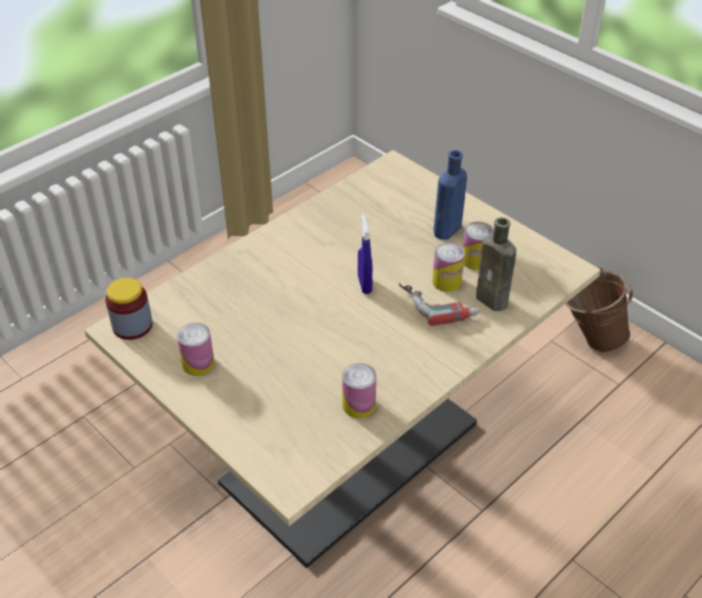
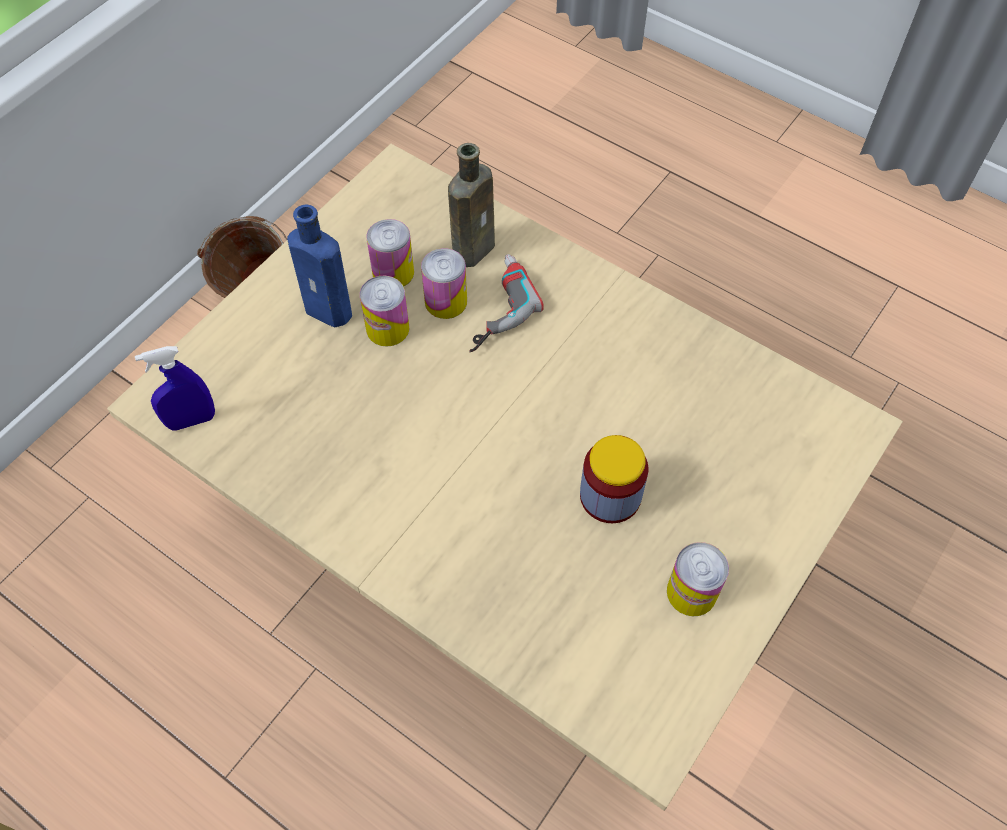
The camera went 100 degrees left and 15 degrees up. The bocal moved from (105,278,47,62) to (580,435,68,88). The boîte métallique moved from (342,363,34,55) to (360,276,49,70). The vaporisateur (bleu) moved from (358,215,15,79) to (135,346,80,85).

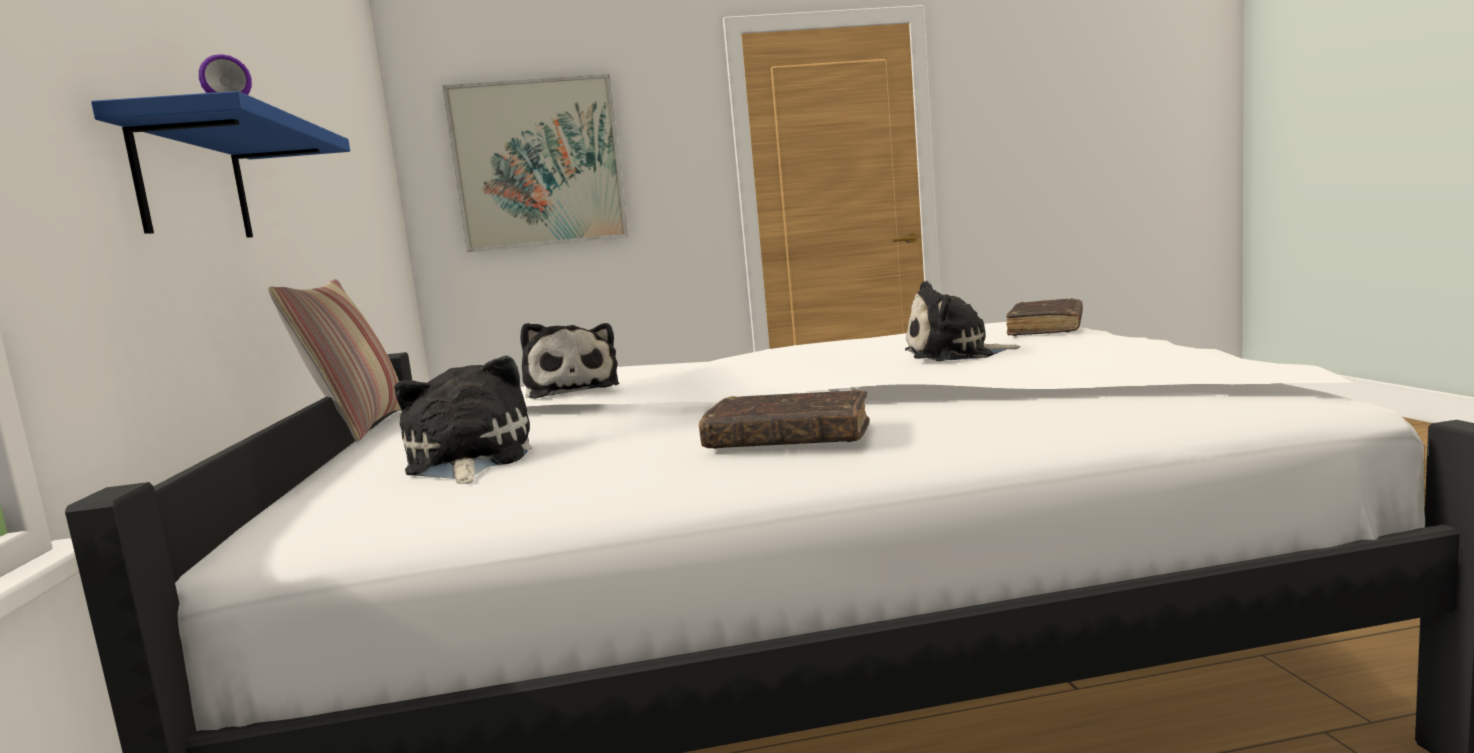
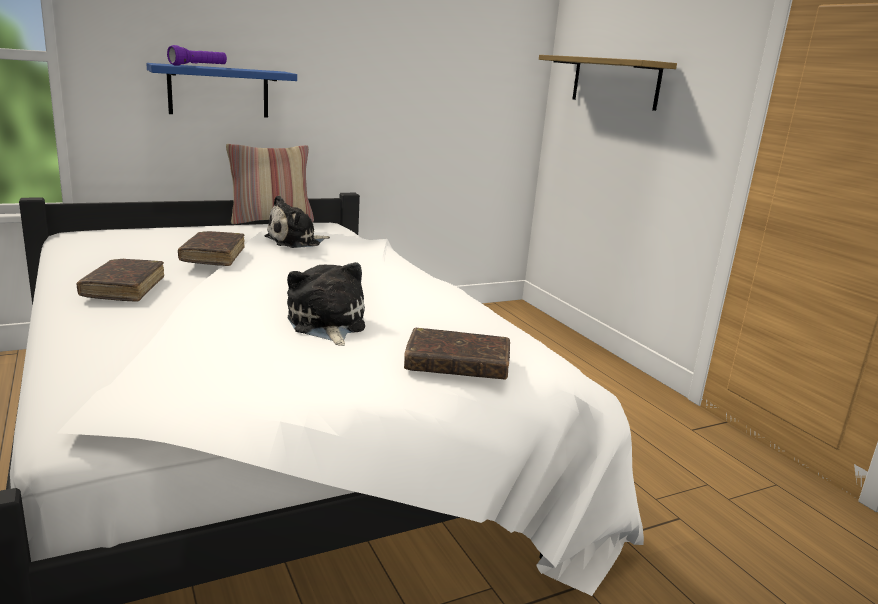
The camera went 70 degrees right and 10 degrees up. The peluche at (395,355,137,129) disappeared. The livre (marron) at (178,231,67,35) appeared. The tableau at (442,74,187,178) was replaced by the étagère at (539,55,138,56).

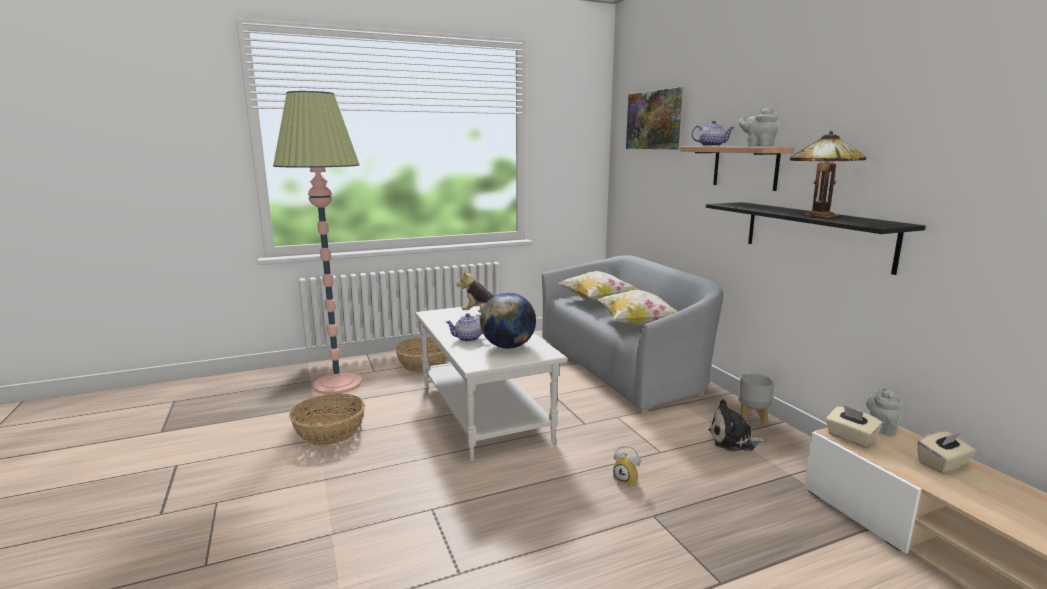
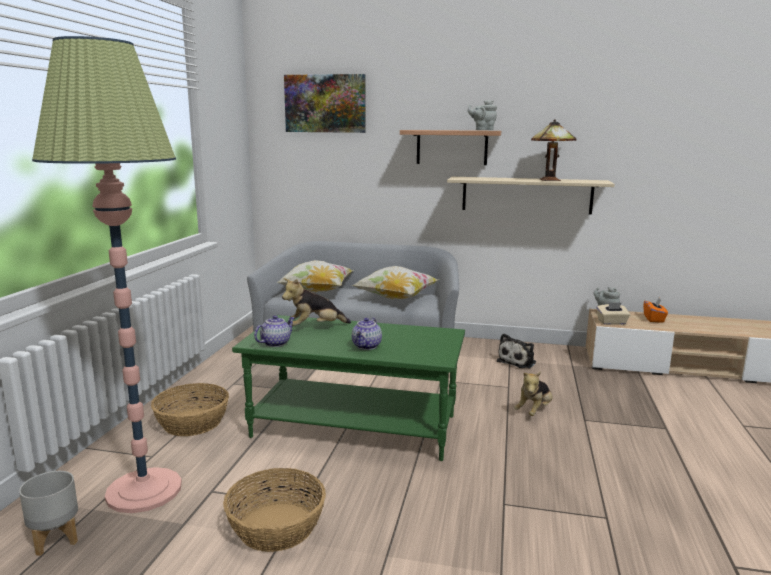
The camera went 55 degrees left and 0 degrees up. The globe at (480,292,56,57) disappeared. The théière moved from (691,121,44,25) to (254,315,41,32). The cache-pot (gris) moved from (738,374,36,52) to (19,471,59,85). The réveil at (613,445,27,42) was replaced by the peluche at (514,371,38,45). The table basse (blanc) at (415,305,152,156) became the table basse (vert) at (232,315,233,146). The étagère (noir) at (706,202,220,73) became the étagère (beige) at (447,177,168,38). The boîte à mouchoirs (beige) at (917,431,58,42) became the boîte à mouchoirs (orange) at (644,298,24,25).

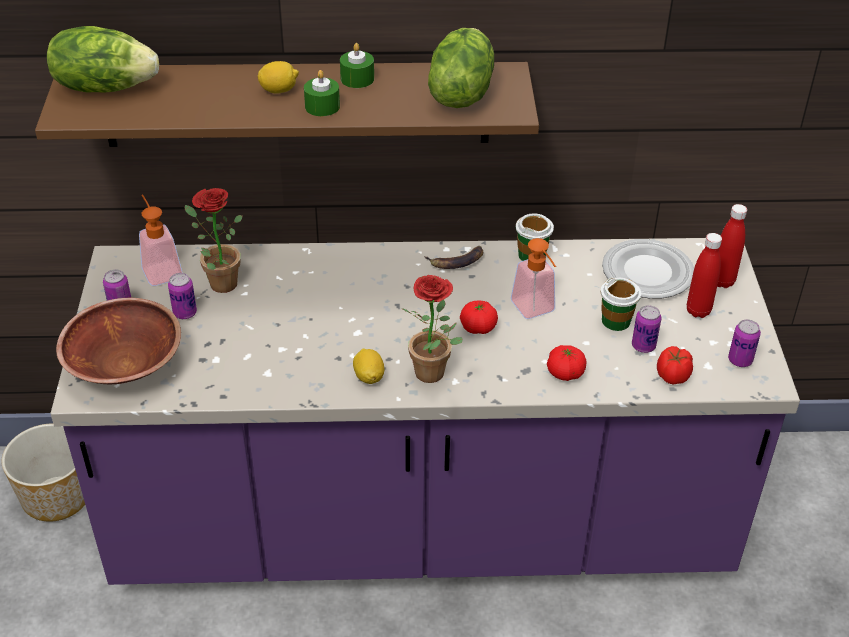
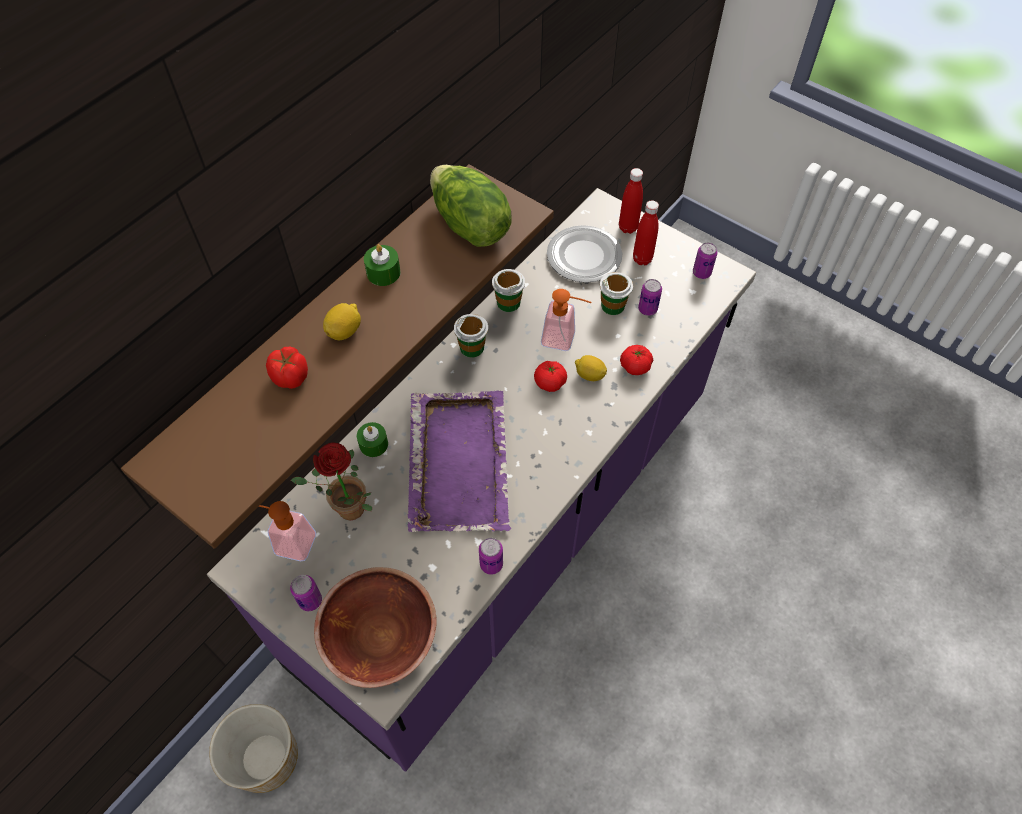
The camera went 50 degrees left and 15 degrees up. The laitue at (46,26,113,66) disappeared. The plante en pot at (401,275,62,108) disappeared. The plateau (violet) at (408,391,103,141) appeared. The boîte métallique moved from (168,273,29,46) to (479,538,24,36). The bougie (vert) moved from (304,70,36,46) to (357,422,31,35). The citron moved from (353,348,31,36) to (575,355,32,26). The tomate moved from (657,346,36,38) to (266,347,42,42). The banane at (424,246,59,23) was replaced by the tasse at (454,314,34,44).

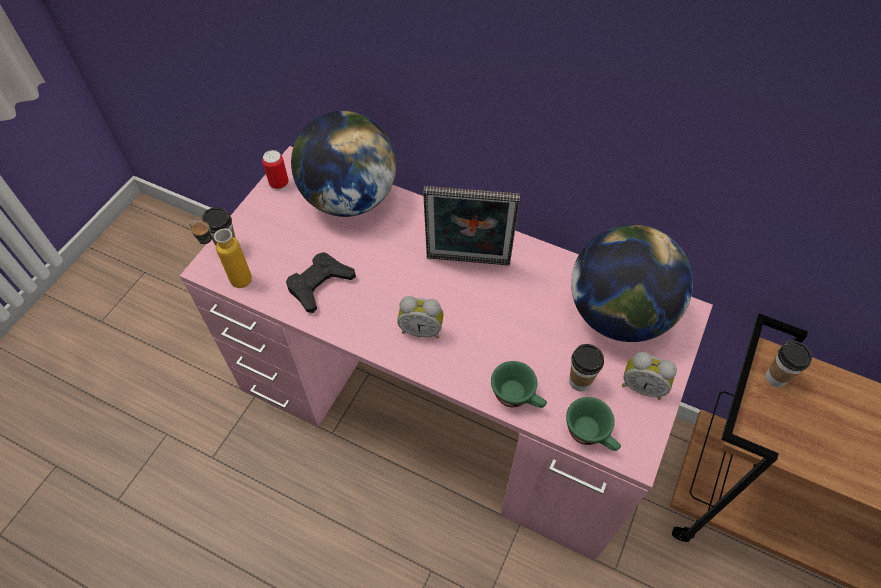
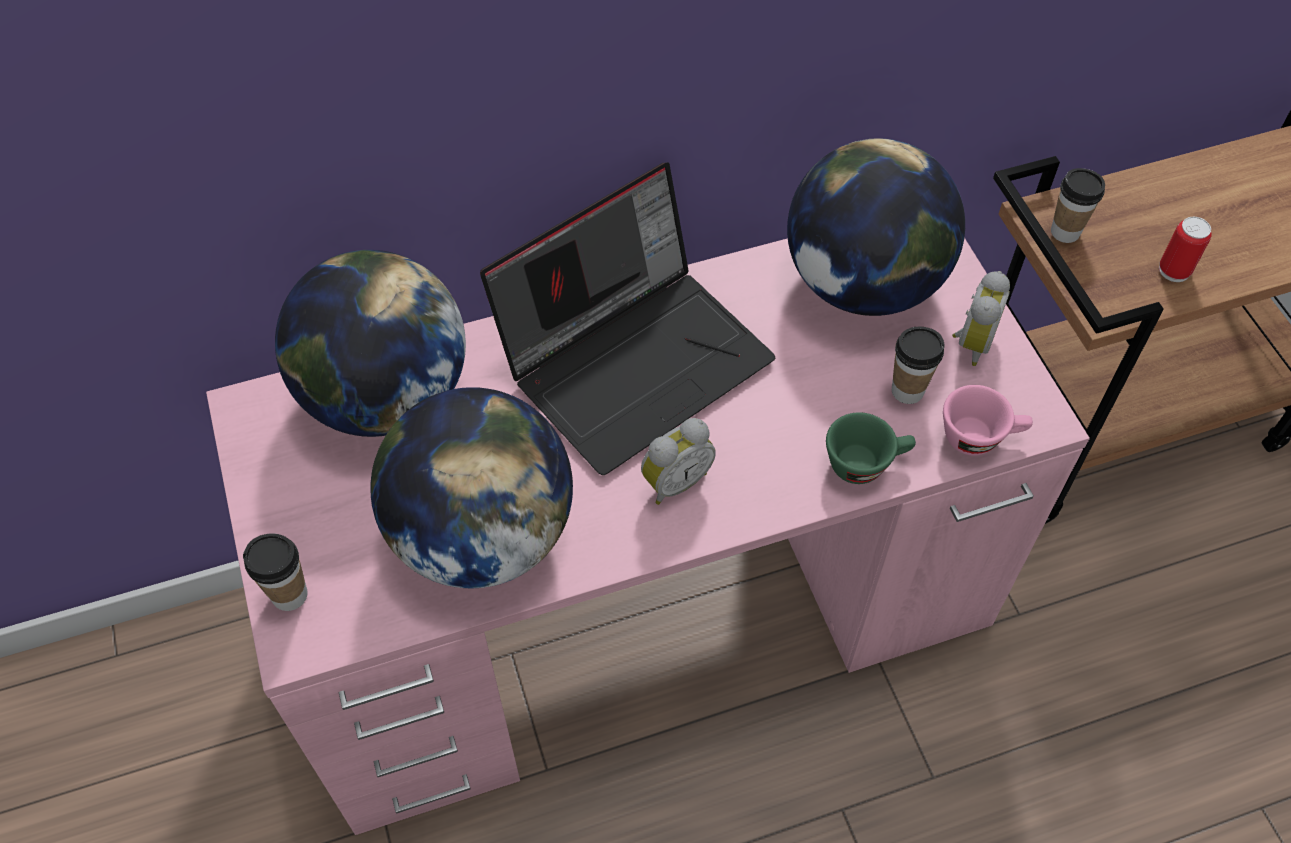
The camera went 45 degrees left and 0 degrees up. The bouteille at (190,221,62,67) disappeared. The boîte métallique moved from (262,150,27,41) to (1159,217,53,65). The manette (noir) at (286,252,70,61) was replaced by the globe at (370,387,203,201). The cadre photo at (423,186,97,79) was replaced by the ordinateur portable at (480,162,295,313). The tasse (vert) at (566,397,55,54) became the tasse (rose) at (943,385,90,71). The réveil at (622,352,55,48) turned 45 degrees counterclockwise.

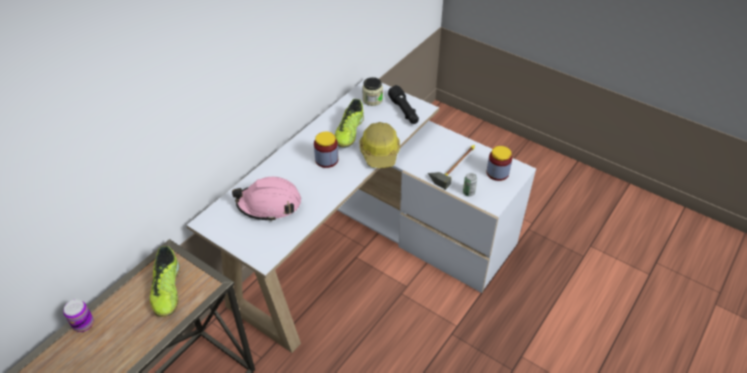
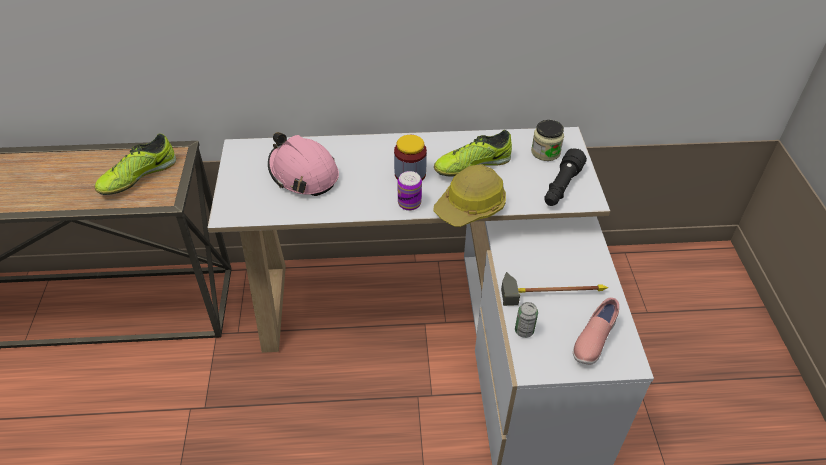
The camera went 50 degrees right and 0 degrees up. The boîte métallique moved from (63,299,31,33) to (397,171,25,40). The bocal at (487,146,25,35) was replaced by the chaussure (rose) at (573,297,46,68).

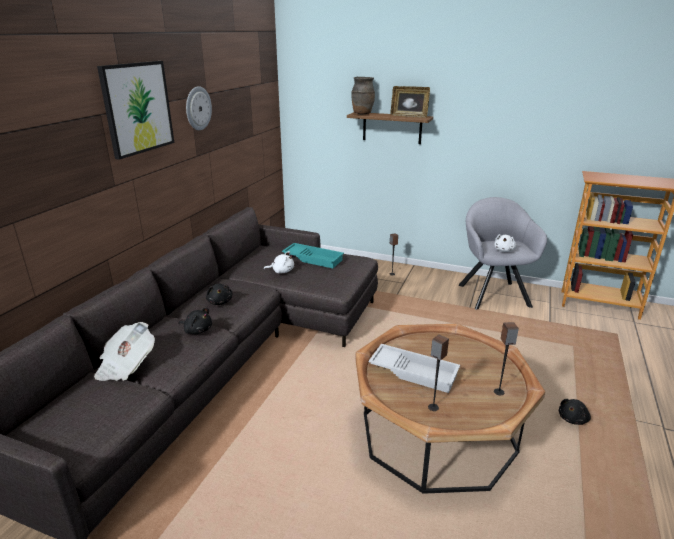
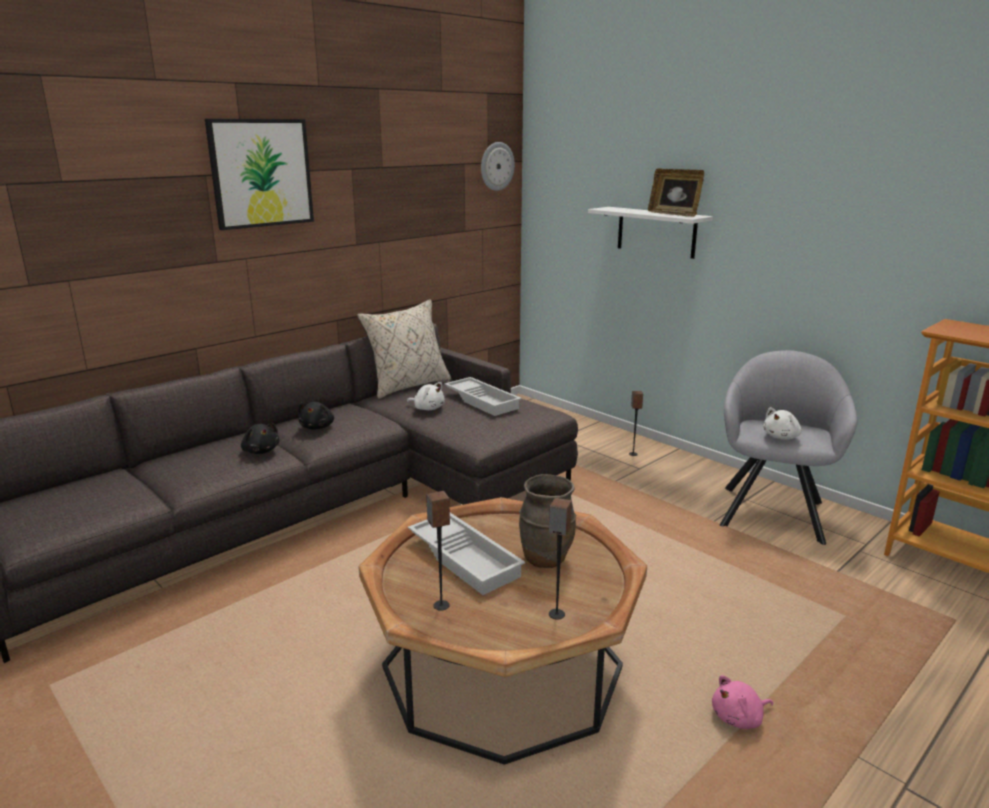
The camera went 25 degrees right and 5 degrees down. The journal at (94,322,61,59) disappeared. The coussin (beige) at (357,299,94,100) appeared. The horloge murale moved from (186,86,26,44) to (481,142,34,49). The vase (marron) moved from (351,77,24,37) to (519,474,57,94). The plateau (turquoise) at (282,243,62,25) became the plateau (blanc) at (444,377,78,39). The étagère (marron) at (347,112,86,32) became the étagère (blanc) at (588,207,125,52). The peluche (noir) at (558,399,33,26) became the peluche (rose) at (712,675,61,54).

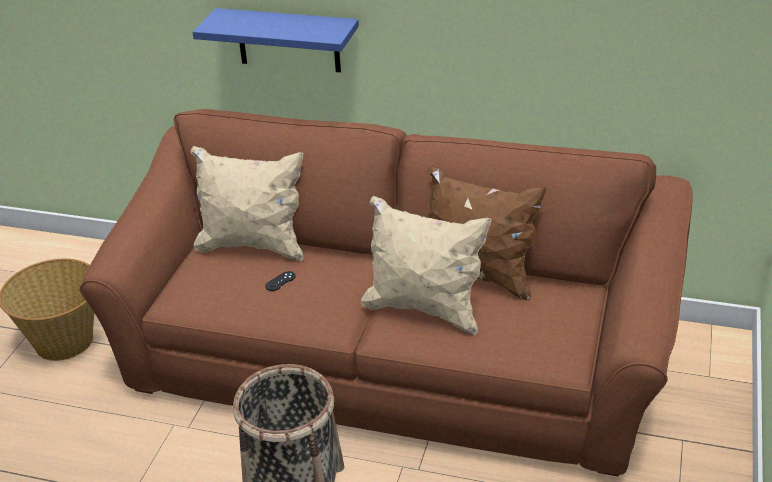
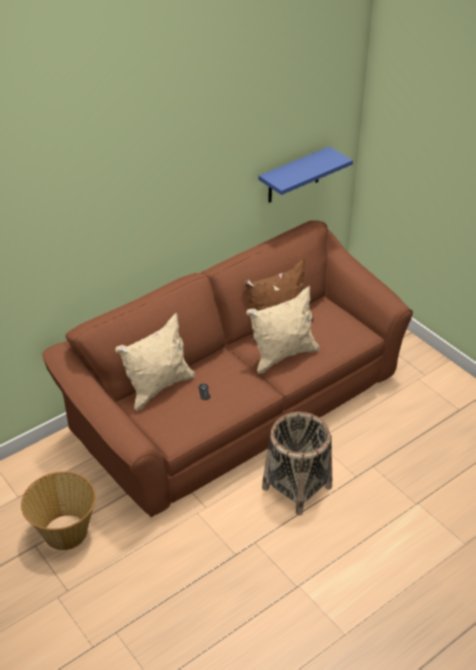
The camera went 55 degrees left and 5 degrees up. The étagère (bleu) moved from (192,8,167,64) to (258,147,95,56).

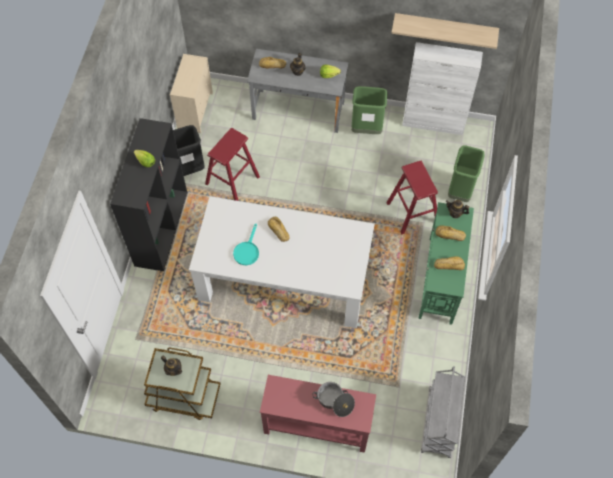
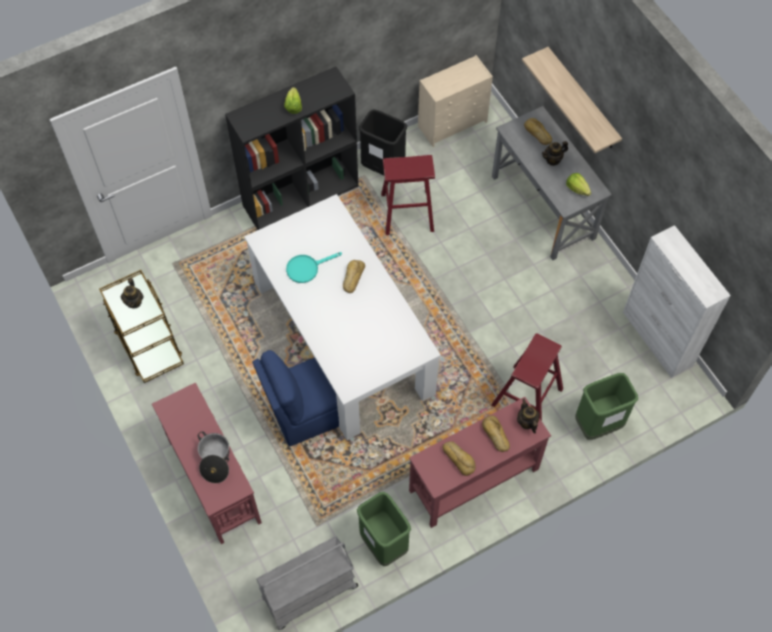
The camera went 50 degrees right and 0 degrees up. The chaise (bleu) at (252,350,87,96) appeared. The poubelle (vert) moved from (351,86,37,48) to (357,492,54,74). The étagère moved from (391,13,108,36) to (522,47,100,106). The table console (vert) at (418,202,56,123) became the table console (rouge) at (409,397,142,131).

